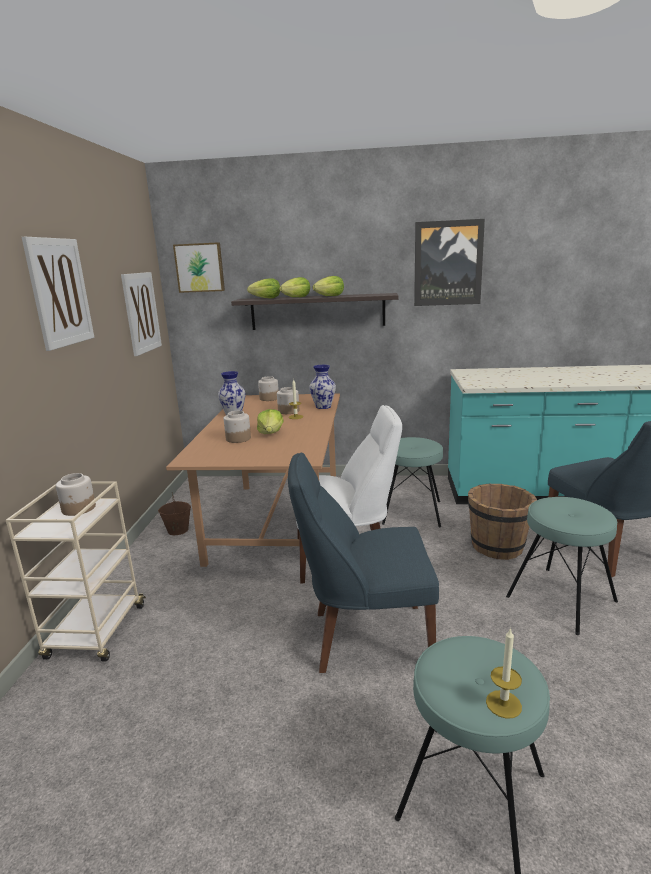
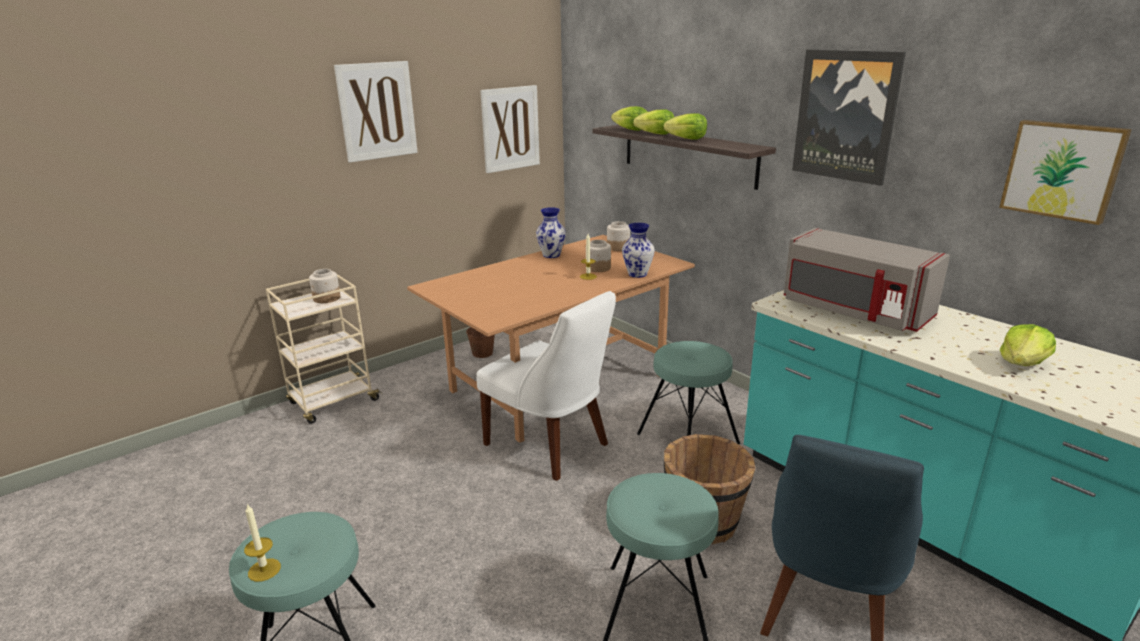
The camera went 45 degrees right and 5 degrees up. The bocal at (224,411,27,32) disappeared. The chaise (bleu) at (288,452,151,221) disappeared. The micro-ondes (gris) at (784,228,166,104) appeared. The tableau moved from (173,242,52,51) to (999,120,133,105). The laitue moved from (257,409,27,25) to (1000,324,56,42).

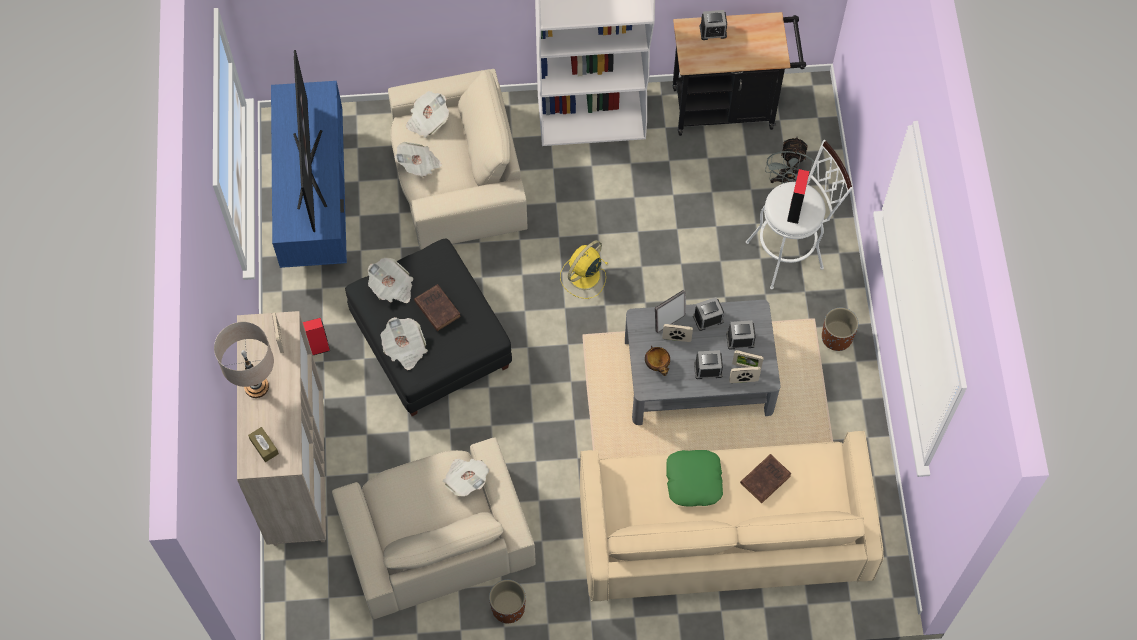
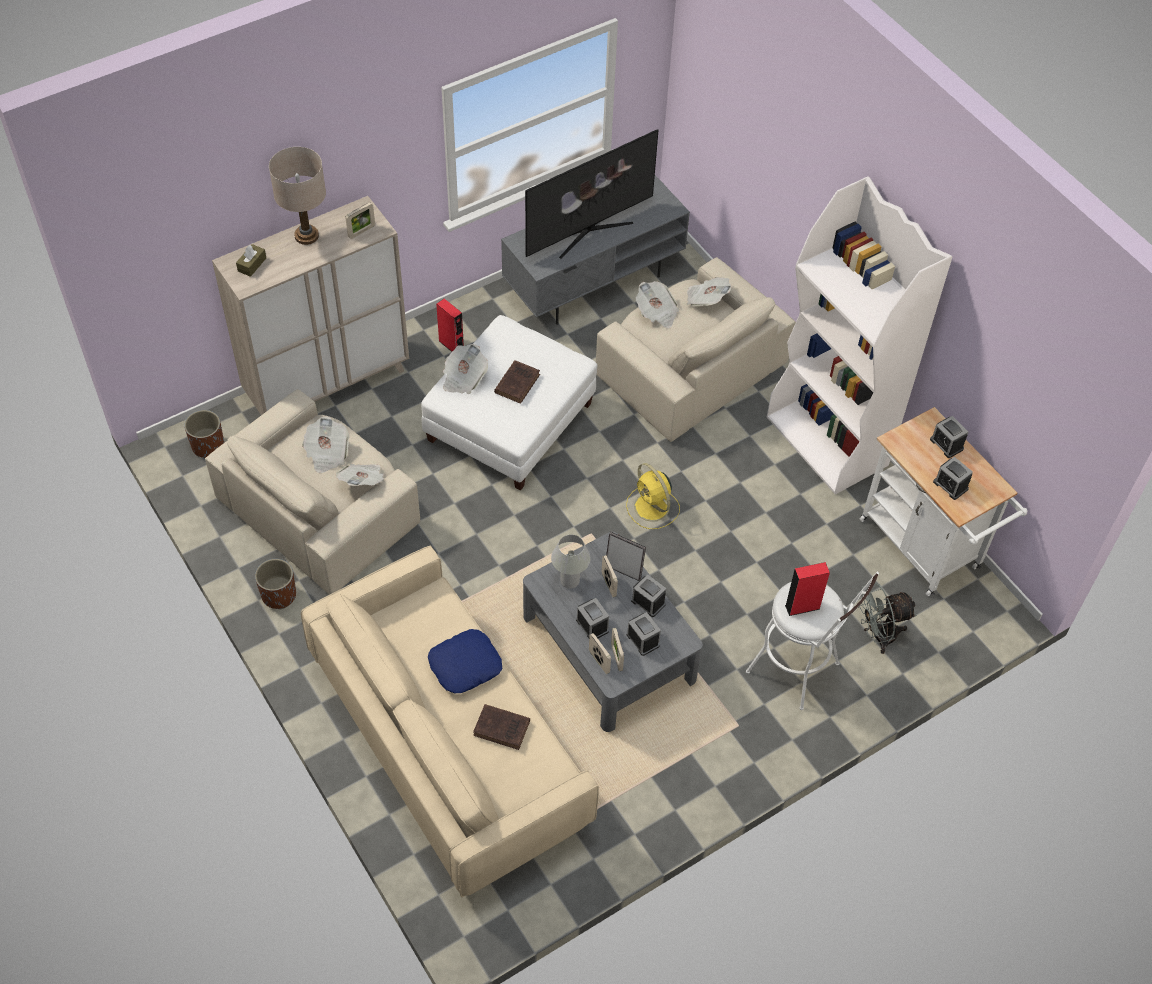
The camera went 60 degrees right and 10 degrees down. The réveil at (933,457,40,43) appeared. The journal moved from (368,258,45,45) to (302,417,48,56). The cache-pot (marron) moved from (822,308,37,43) to (184,410,40,48). The bol at (645,345,25,31) was replaced by the lampe de table (blanc) at (551,535,40,54). The meuble télé (bleu) at (271,81,76,187) became the meuble télé (gris) at (501,175,189,150). The pouf (noir) at (345,238,167,178) became the pouf (blanc) at (421,315,177,176). The coussin (vert) at (666,450,57,57) became the coussin (bleu) at (428,629,74,64). The chariot (noir) at (673,12,133,124) became the chariot (blanc) at (860,407,167,189). The ventilateur (jaune) at (560,240,48,59) turned 135 degrees counterclockwise.

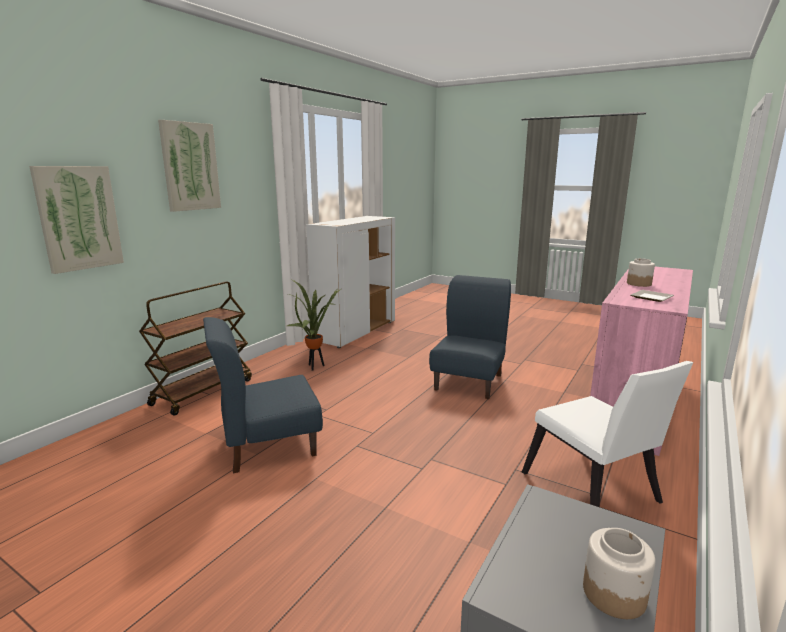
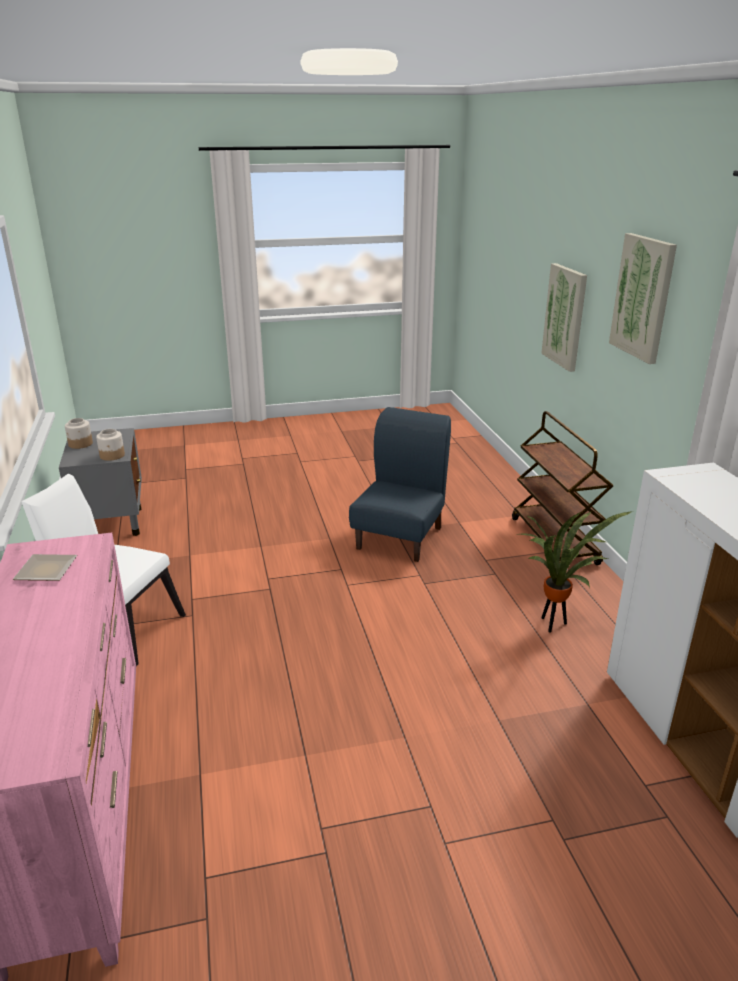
The camera went 135 degrees right and 10 degrees up. The chaise (bleu) at (429,275,82,124) disappeared. The bocal moved from (627,258,28,29) to (96,429,29,32).

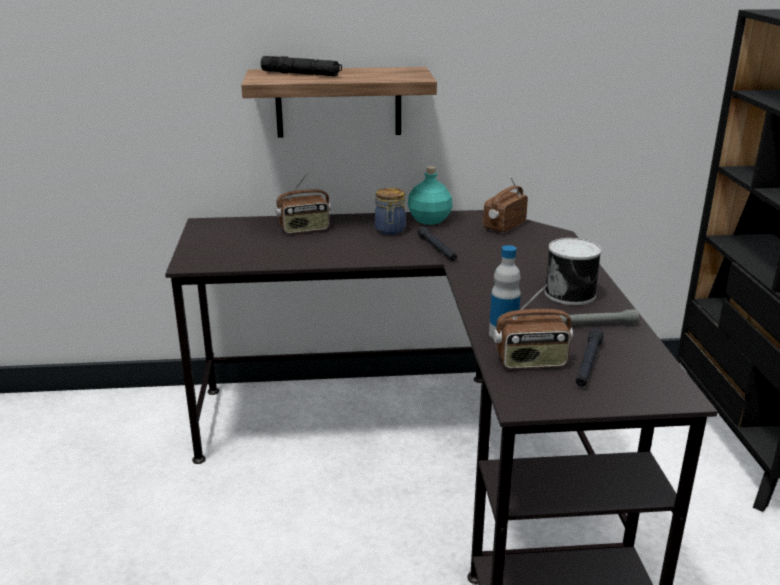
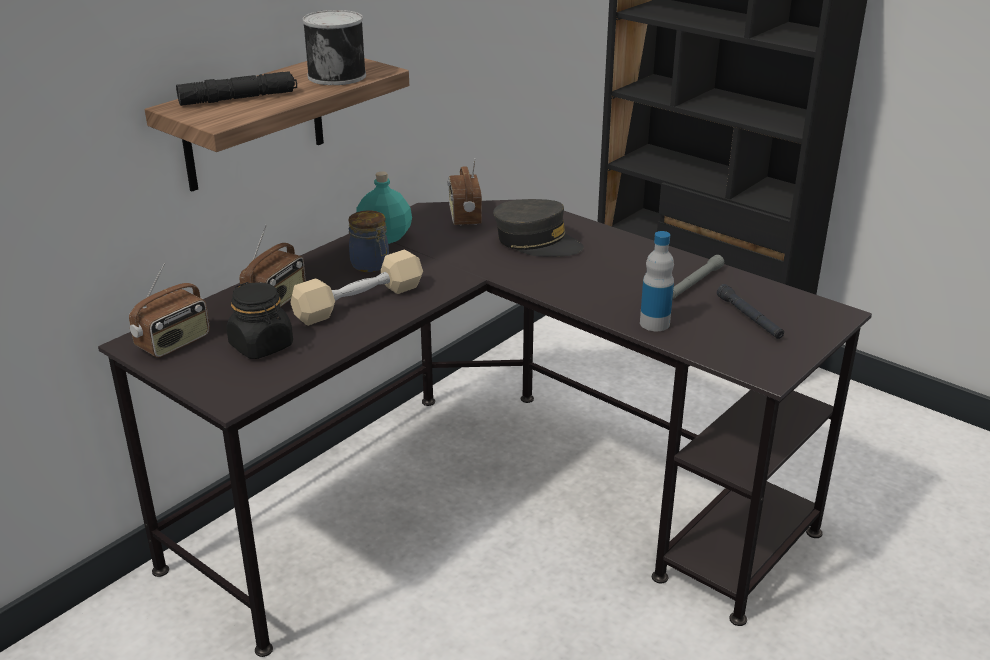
The camera went 45 degrees left and 5 degrees up. The lampe de poche (noir) at (418,226,39,35) disappeared. The bocal (noir) at (226,282,67,77) appeared. The haltère (beige) at (290,250,133,76) appeared. The casquette (gris) at (493,199,91,58) appeared. The radio moved from (494,285,79,84) to (129,263,81,95). The boîte métallique moved from (545,238,57,67) to (302,10,64,75).

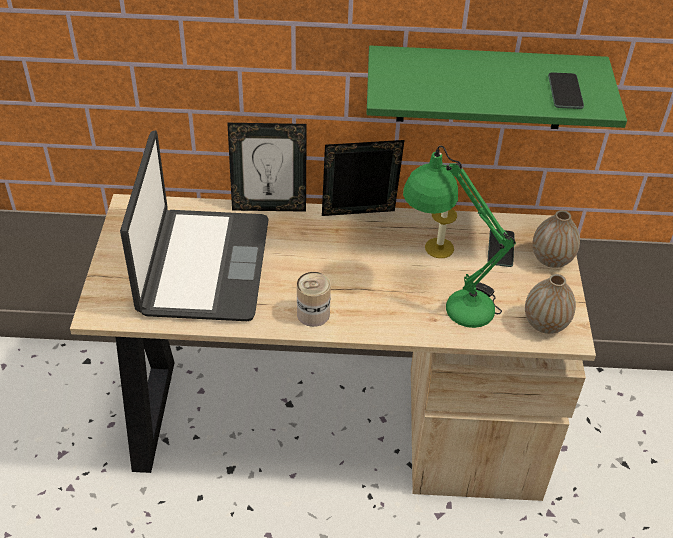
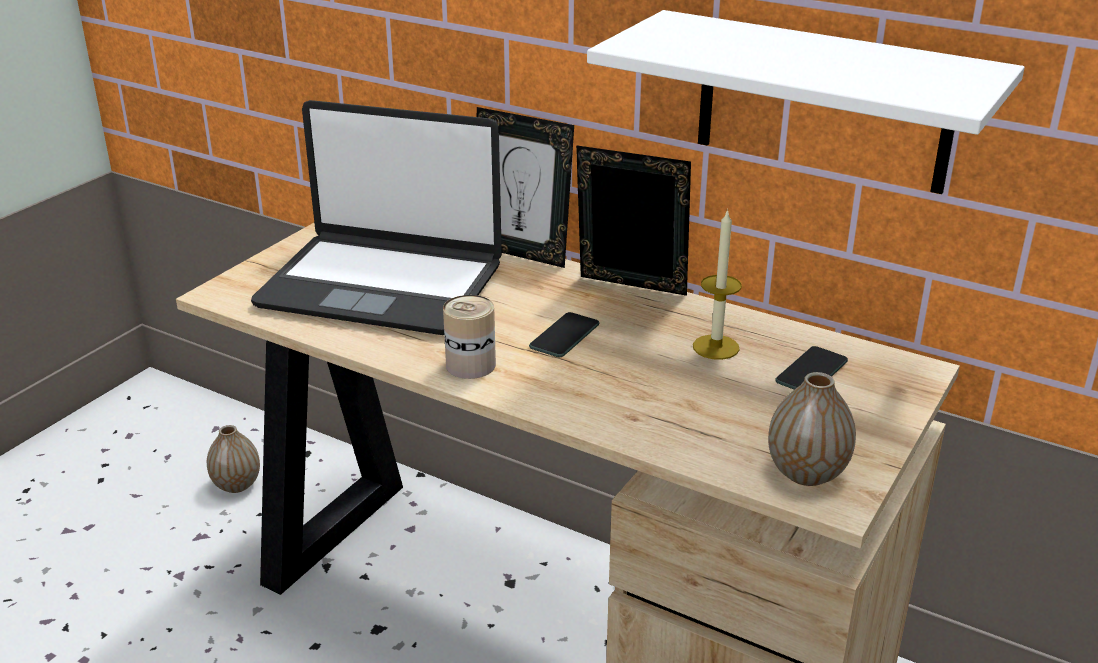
The camera went 30 degrees right and 15 degrees down. The lampe de table (vert) at (403,146,113,182) disappeared. The vase moved from (532,210,48,58) to (207,425,53,68). The téléphone moved from (548,72,36,37) to (529,312,70,45). The étagère (vert) at (367,46,260,83) became the étagère (blanc) at (587,10,438,184). The ordinateur portable at (120,130,149,191) turned 75 degrees clockwise.

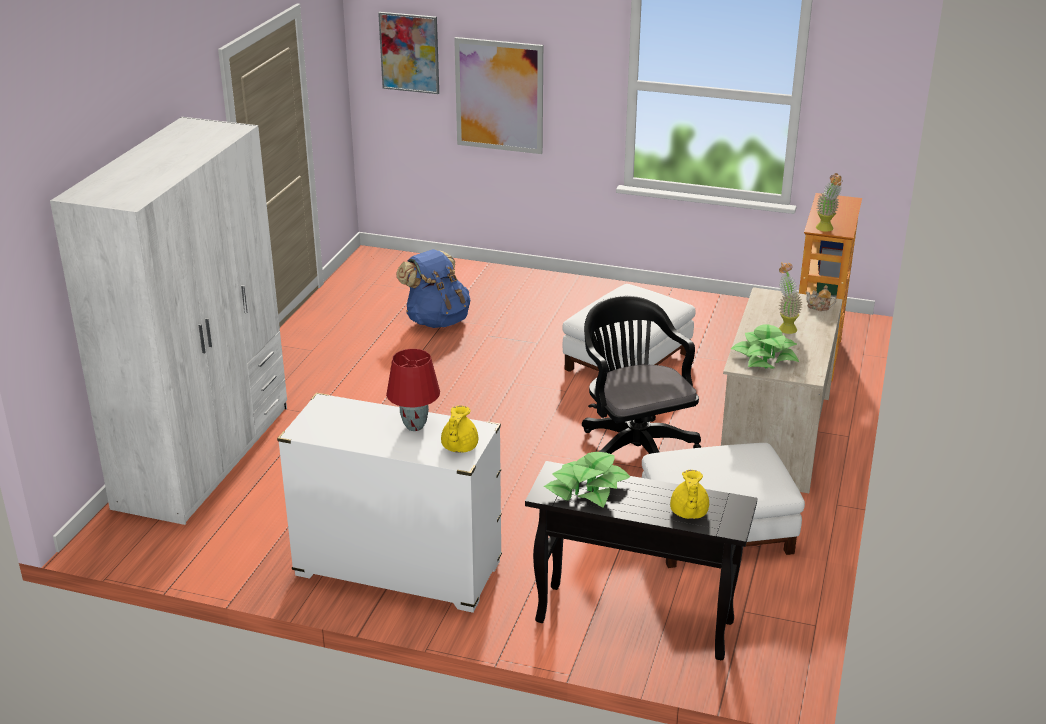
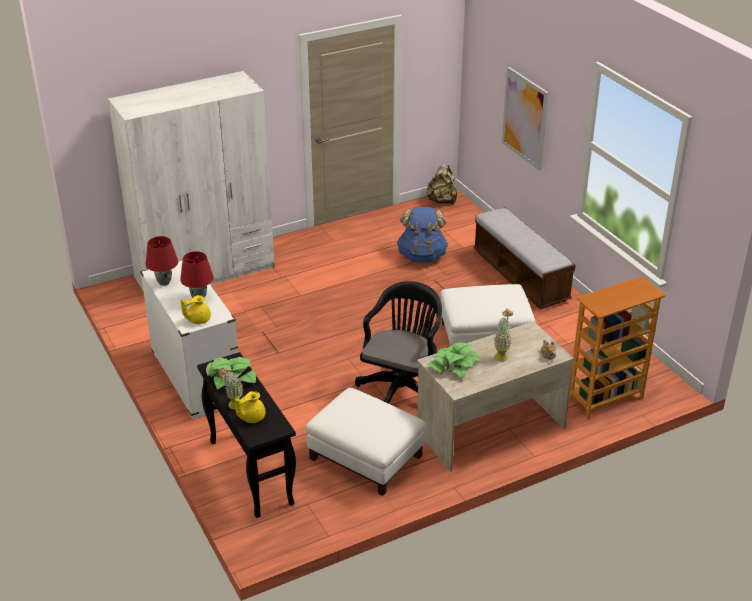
The camera went 45 degrees right and 5 degrees up. The tableau at (378,12,61,82) disappeared. The lampe de table (rouge) at (146,236,32,50) appeared. The sac à dos (beige) at (427,164,30,40) appeared. The banc at (474,207,102,102) appeared. The plante en pot moved from (816,173,27,59) to (217,367,27,42).

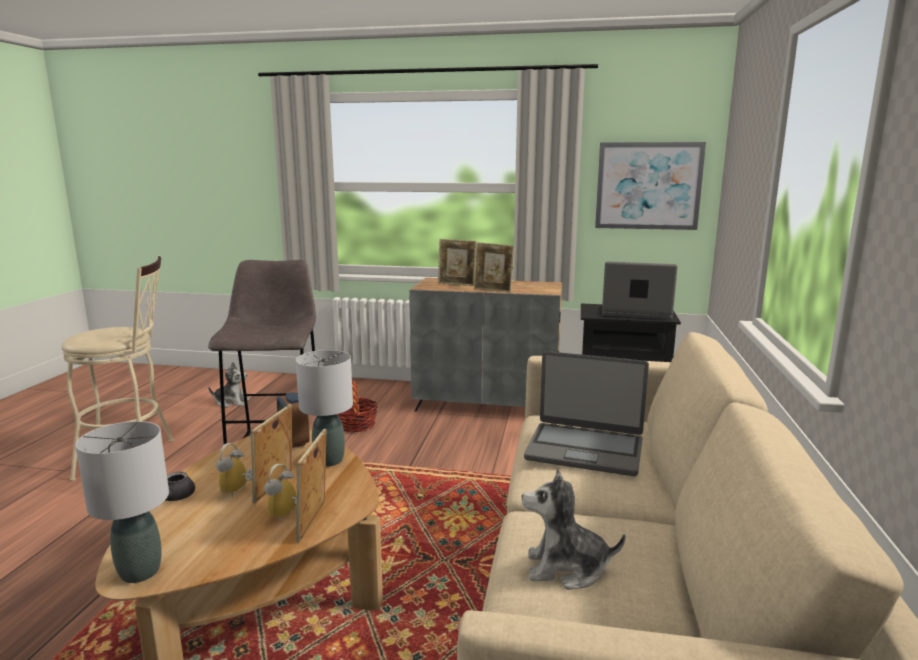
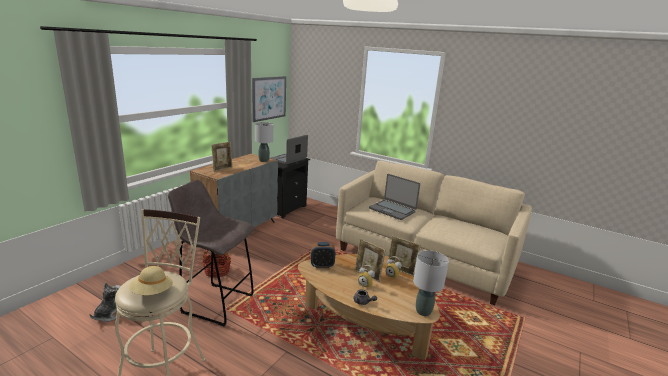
The camera went 70 degrees left and 5 degrees up. The cadre photo at (474,242,41,51) disappeared. The peluche at (522,469,104,121) disappeared. The chapeau (beige) at (129,266,44,29) appeared. The lampe de table (gris) moved from (296,350,57,117) to (255,122,18,40). The ordinateur portable at (524,351,125,125) turned 90 degrees clockwise.

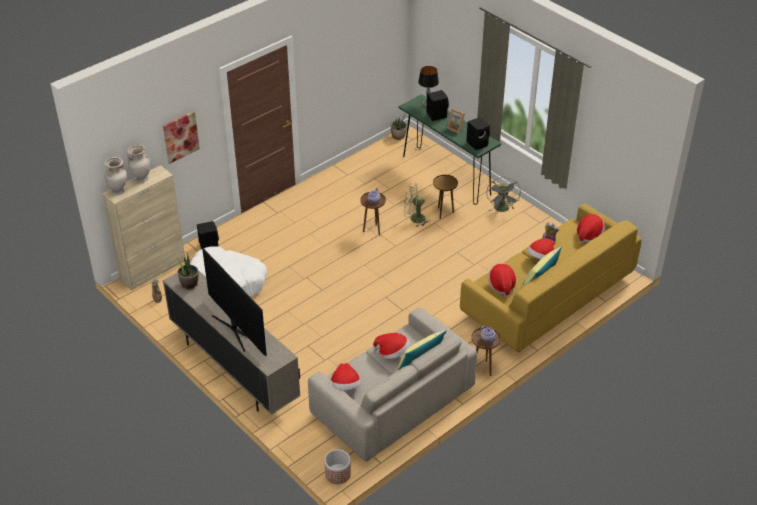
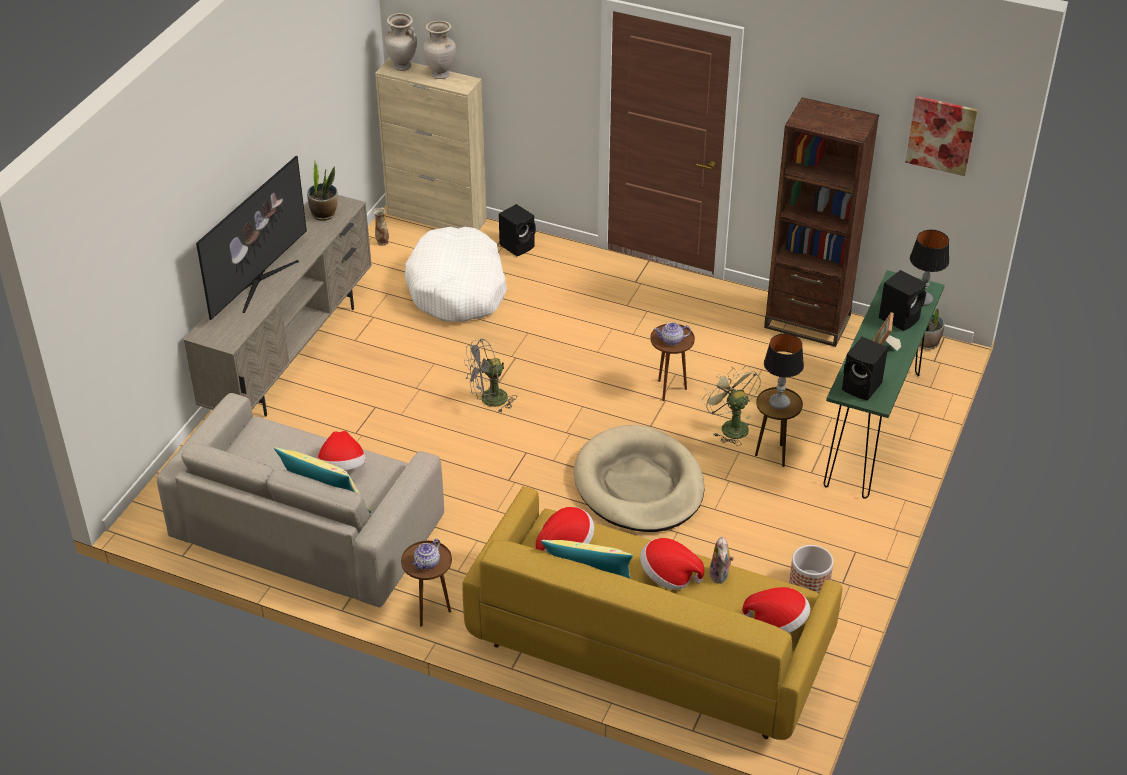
The camera went 65 degrees right and 0 degrees up. The chapeau at (331,363,30,27) disappeared. The panier pour chien (beige) at (574,425,130,107) appeared. The bibliothèque (marron) at (764,98,115,249) appeared. The lampe de table at (764,334,40,75) appeared. The tableau moved from (163,111,37,53) to (905,96,73,80). The cache-pot moved from (325,449,26,35) to (789,545,44,48). The ventilateur (gris) moved from (487,177,34,35) to (464,339,53,74).

